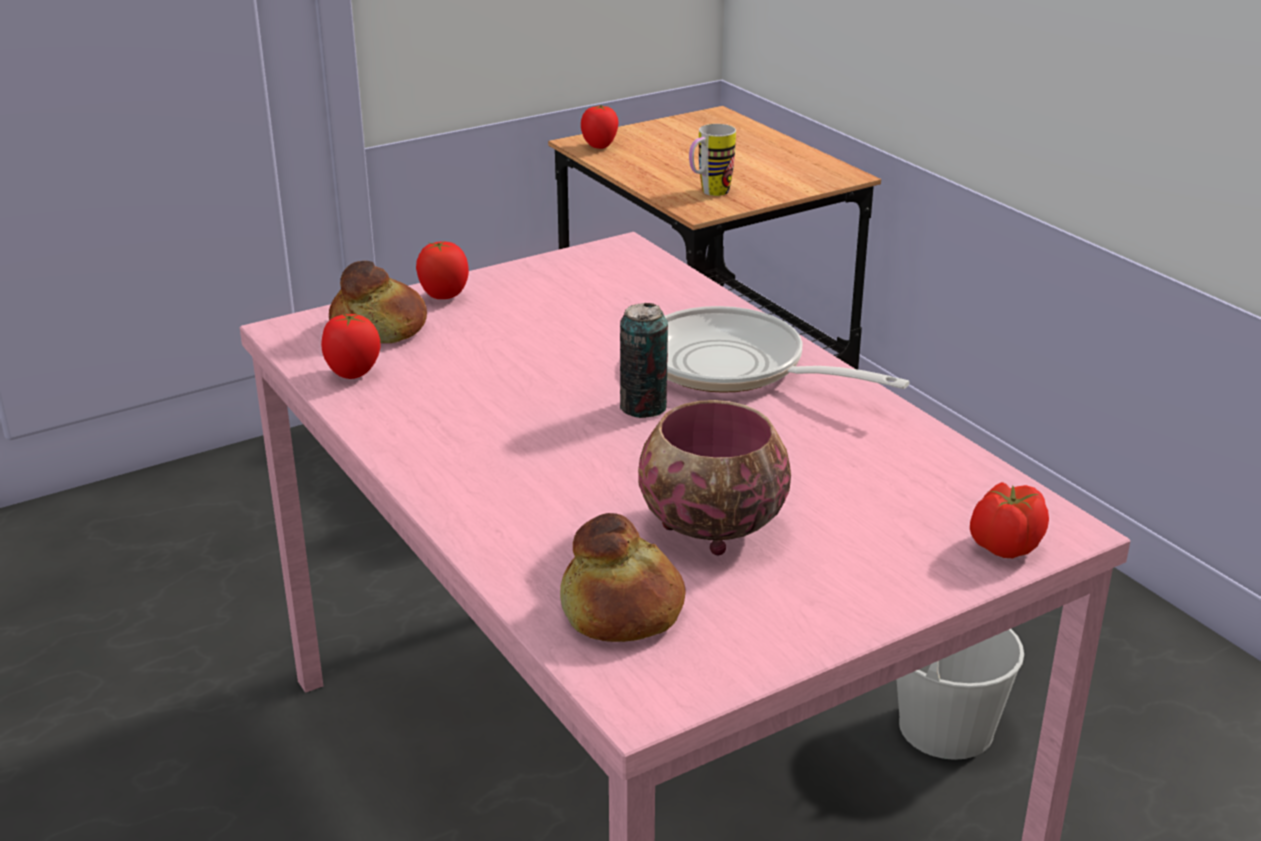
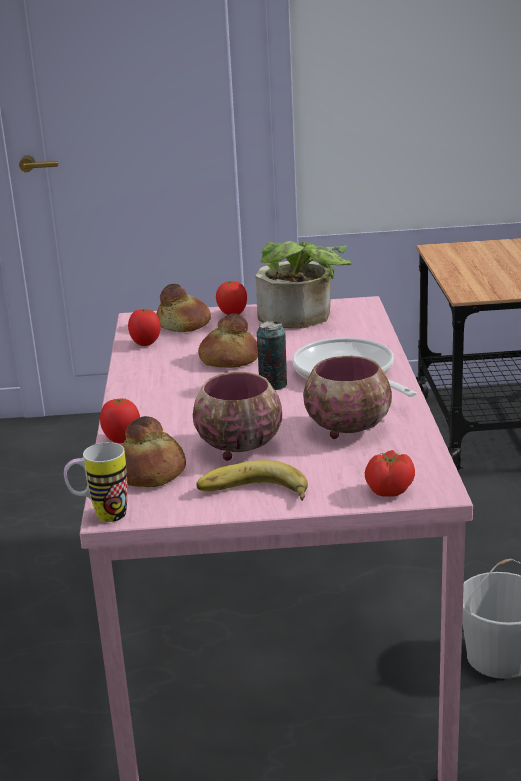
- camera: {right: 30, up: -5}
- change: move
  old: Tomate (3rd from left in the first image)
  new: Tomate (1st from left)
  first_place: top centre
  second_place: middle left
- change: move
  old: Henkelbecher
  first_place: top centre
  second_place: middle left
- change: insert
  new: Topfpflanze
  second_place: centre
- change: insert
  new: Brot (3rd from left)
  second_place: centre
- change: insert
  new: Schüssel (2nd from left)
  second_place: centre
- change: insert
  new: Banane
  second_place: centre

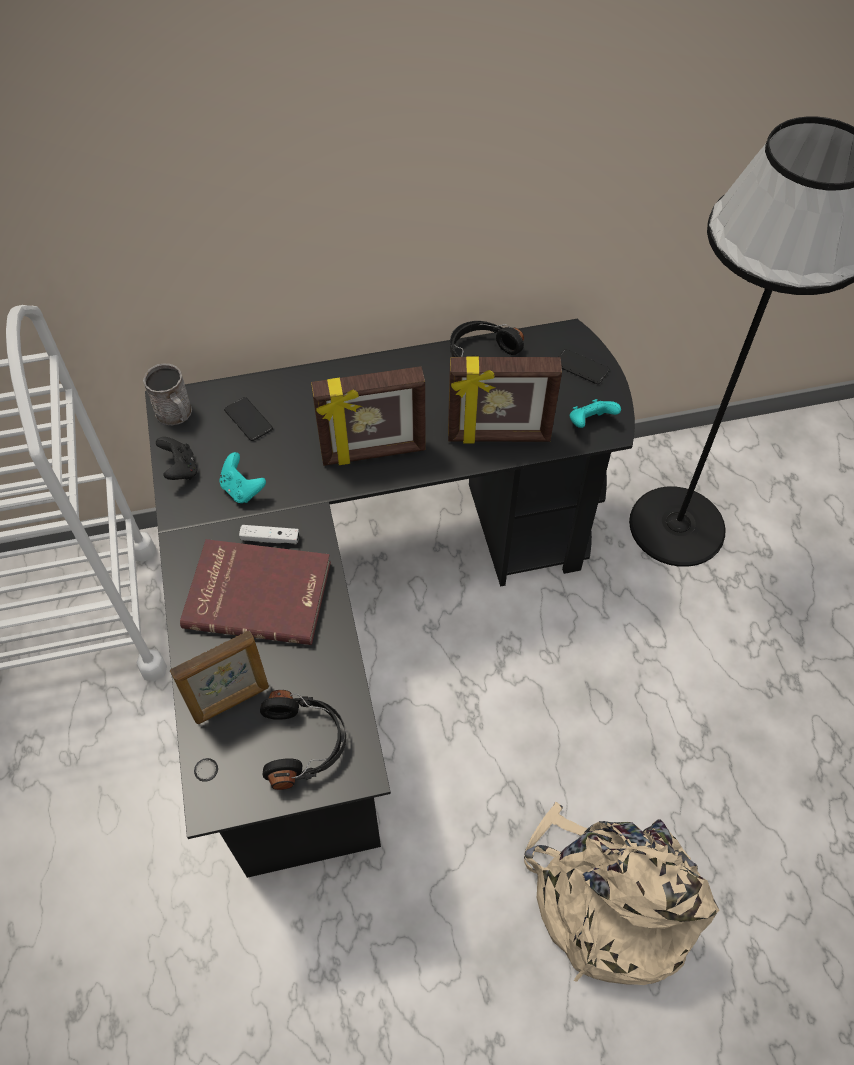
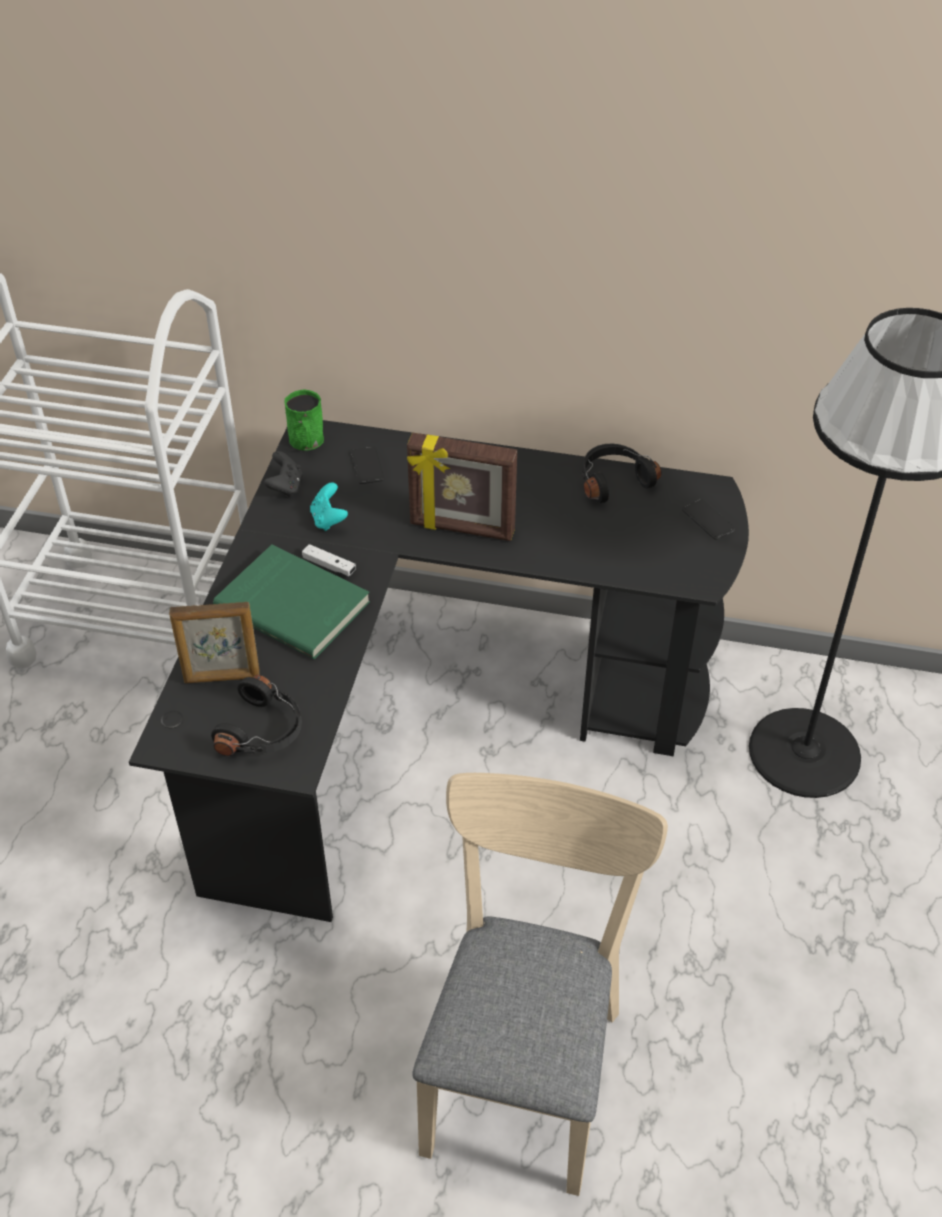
- camera: {right: 25, up: -10}
- change: delete
  old: Bilderrahmen (3rd from left)
  first_place: centre
- change: recolor
  old: Henkelbecher/grau
  new: Henkelbecher/grün
  first_place: middle left
  second_place: middle left
- change: delete
  old: Gamepad/türkis (2nd from left)
  first_place: middle right
- change: recolor
  old: Buch/rot
  new: Buch/grün
  first_place: middle left
  second_place: middle left
- change: replace
  old: Rucksack/beige
  new: Stuhl/beige
  first_place: bottom right
  second_place: bottom centre

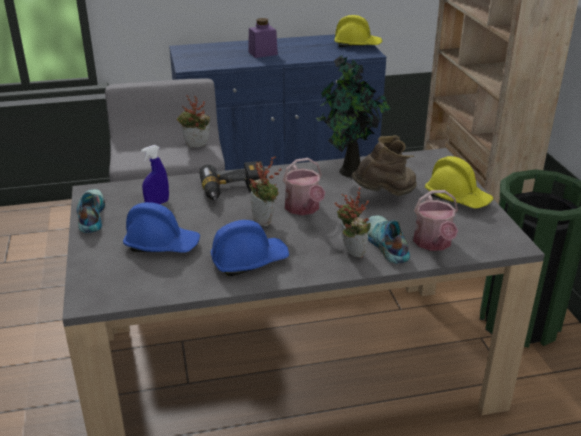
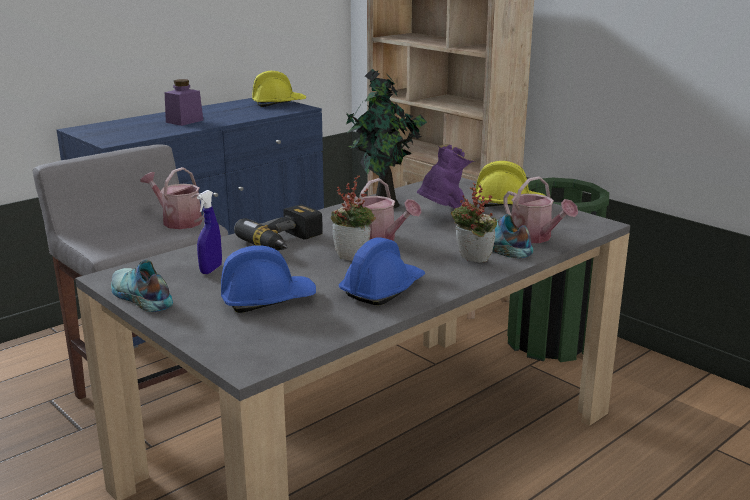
- camera: {right: -30, up: -10}
- change: replace
  old: Topfpflanze (1st from left)
  new: Gießkanne (1st from left)
  first_place: top left
  second_place: middle left
- change: recolor
  old: Stiefel/braun
  new: Stiefel/lila
  first_place: centre
  second_place: centre

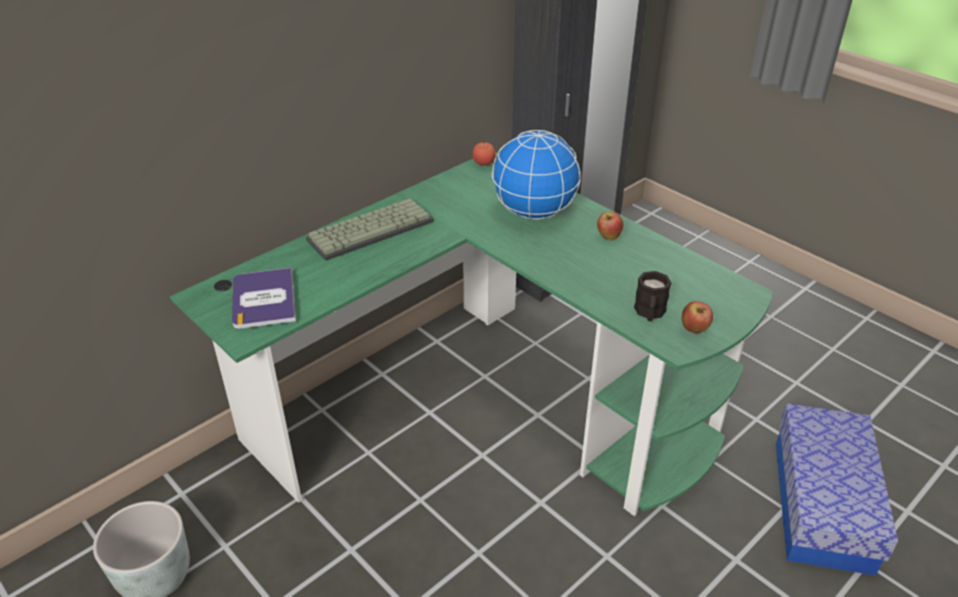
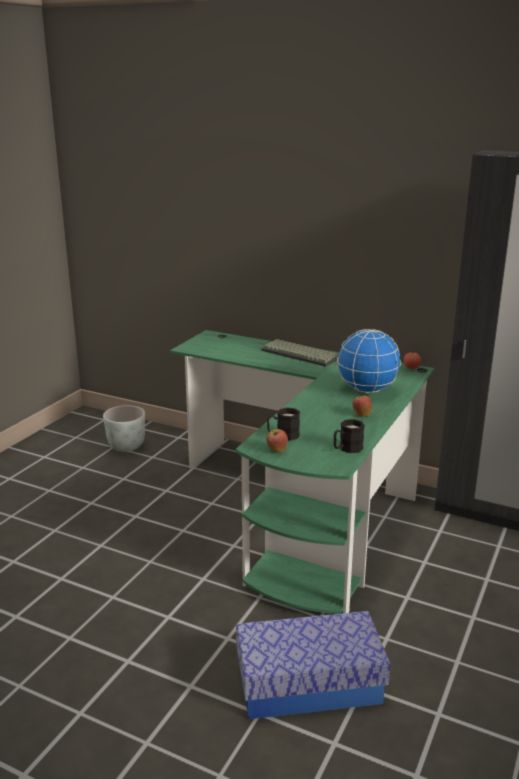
- camera: {right: 70, up: -15}
- change: delete
  old: Buch
  first_place: middle left
- change: insert
  new: Henkelbecher/schwarz (2nd from left)
  second_place: middle right

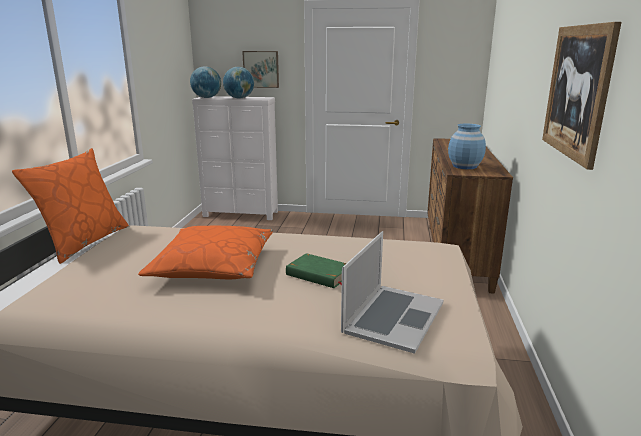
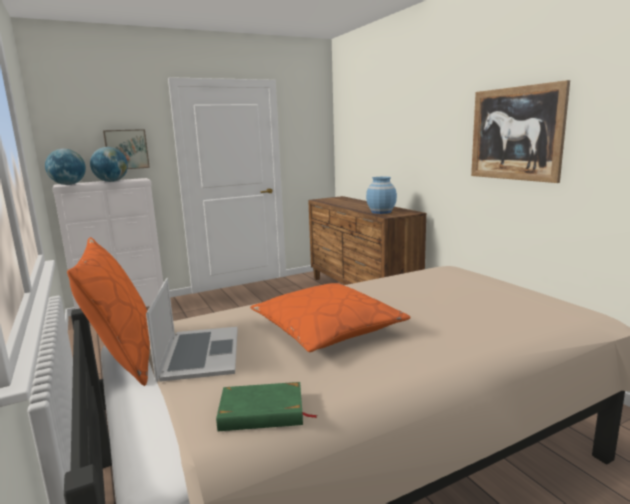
- camera: {right: -35, up: -5}
- change: move
  old: Laptop
  first_place: bottom centre
  second_place: middle left
- change: move
  old: Buch/grün
  first_place: centre
  second_place: bottom centre

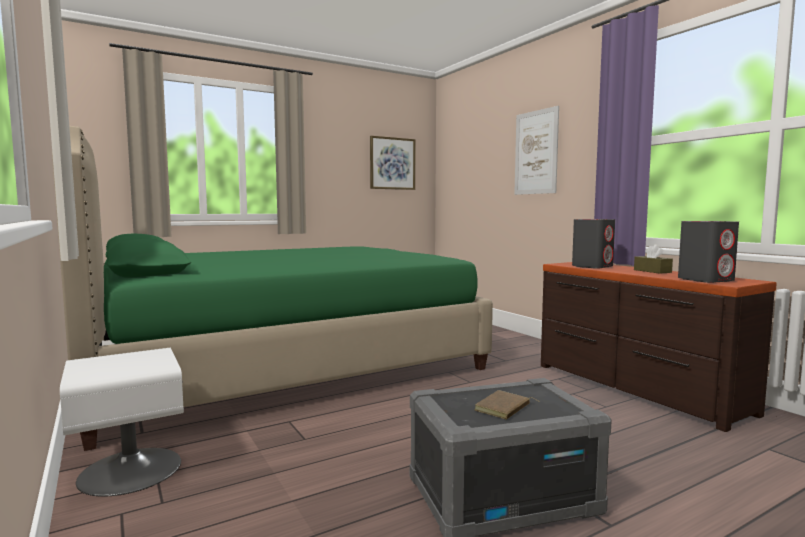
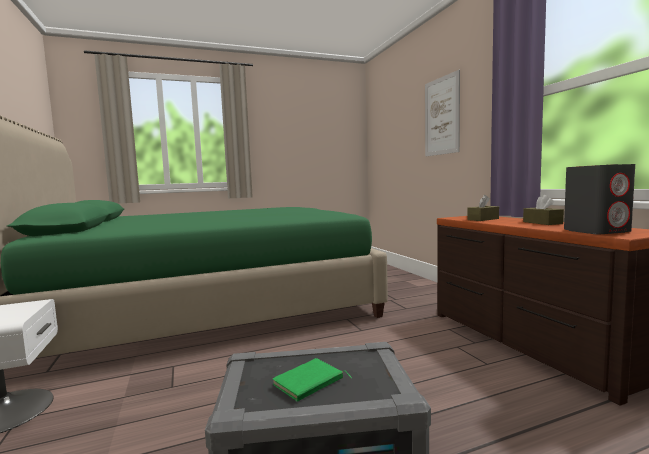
- camera: {right: 10, up: 0}
- change: delete
  old: Bild (1st from left)
  first_place: top centre
- change: replace
  old: Lautsprecher/grau (1st from left)
  new: Taschentuchbox/braun (1st from left)
  first_place: middle right
  second_place: middle right
- change: recolor
  old: Buch/braun
  new: Buch/grün
  first_place: bottom centre
  second_place: bottom centre

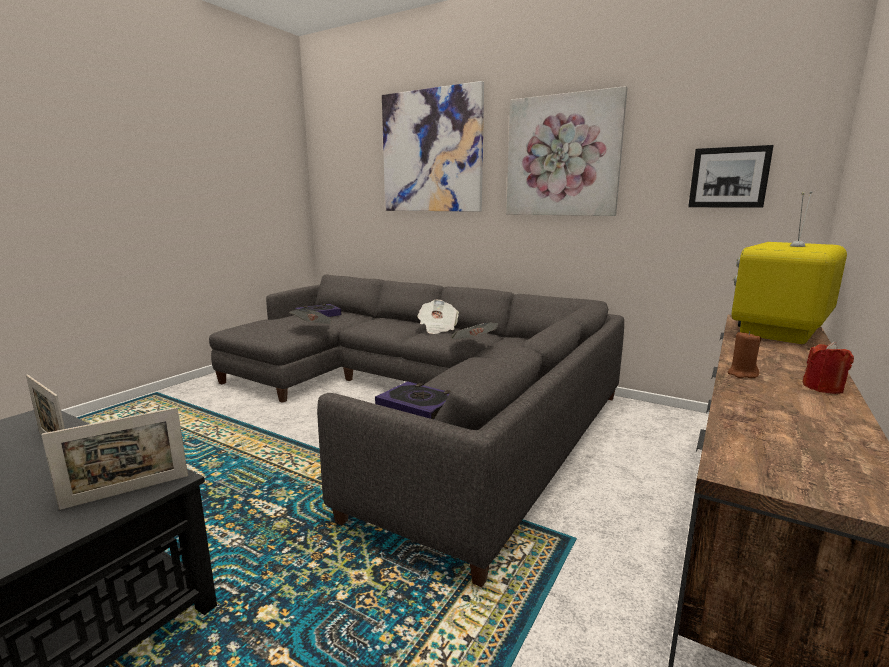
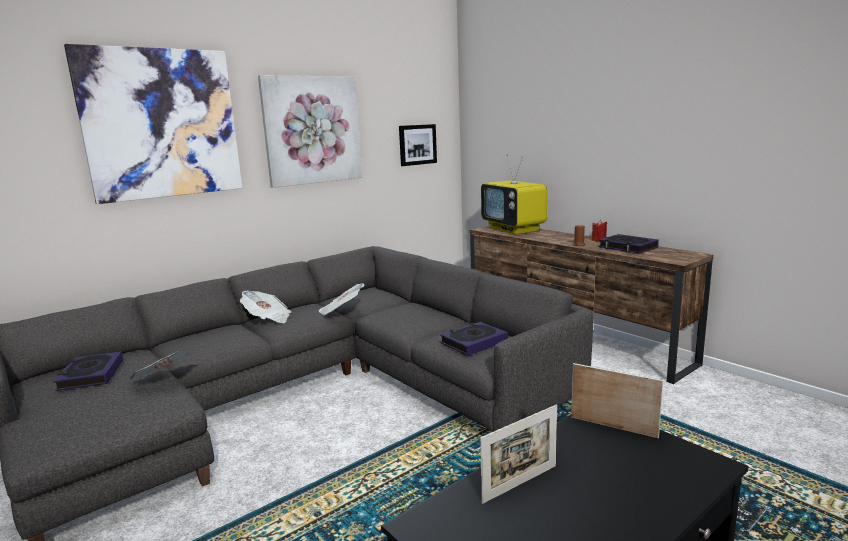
- camera: {right: -70, up: 0}
- change: rotate
  old: Bilderrahmen (2nd from left)
  first_place: bottom left
  second_place: bottom right
  degrees: -45
- change: insert
  new: Buch (3rd from left)
  second_place: middle right

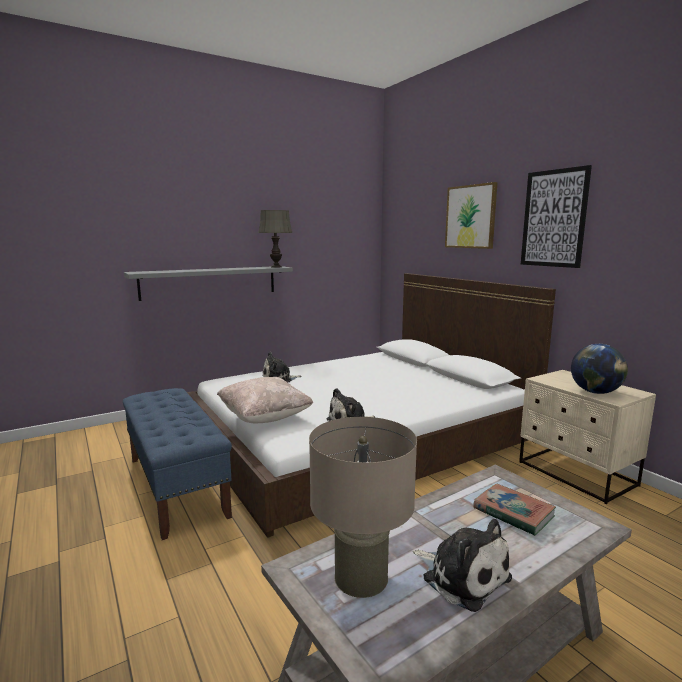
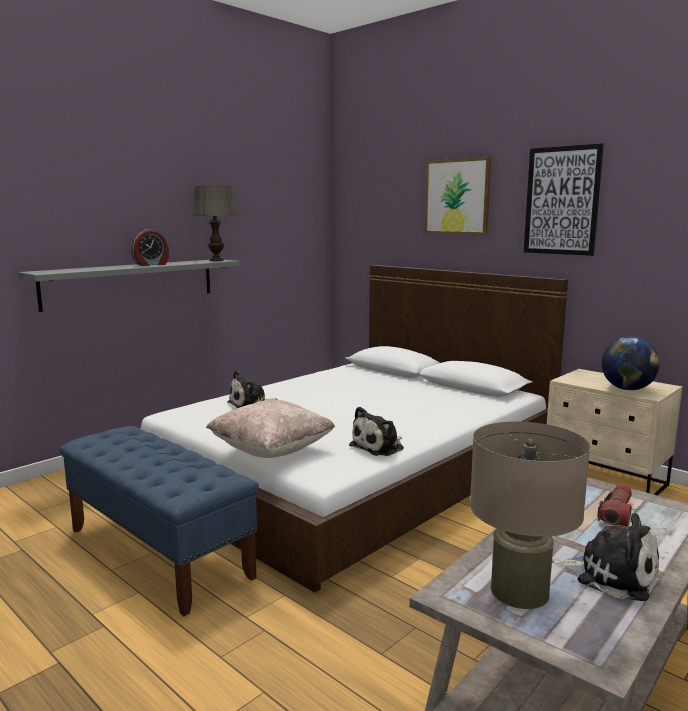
- camera: {right: -15, up: 0}
- change: replace
  old: Buch
  new: Taschenlampe
  first_place: bottom right
  second_place: bottom right
- change: insert
  new: Wecker
  second_place: middle left

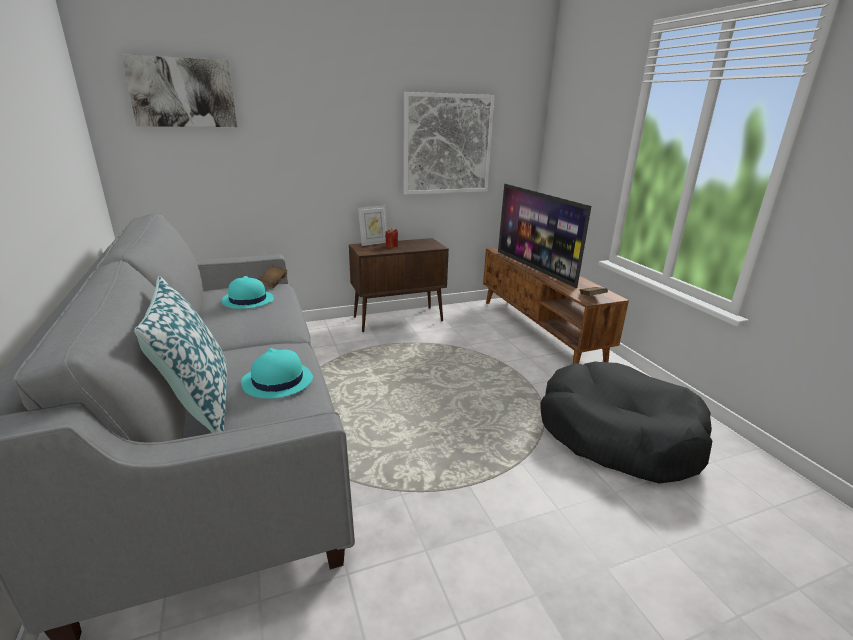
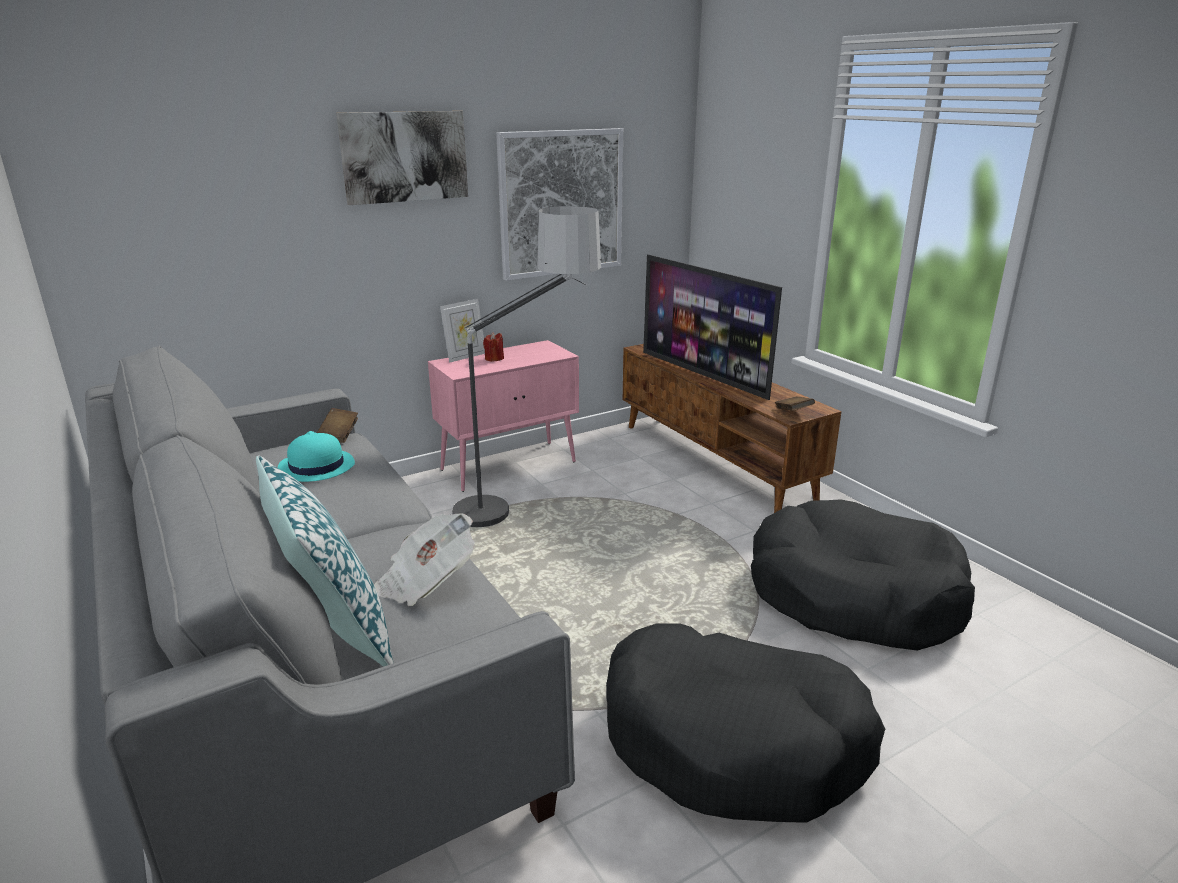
- camera: {right: -10, up: 0}
- change: move
  old: Bild (1st from left)
  first_place: top left
  second_place: top centre
- change: recolor
  old: Schrank/braun
  new: Schrank/rosa
  first_place: centre
  second_place: centre
- change: replace
  old: Hut/türkis (2nd from left)
  new: Zeitung
  first_place: middle left
  second_place: centre
- change: insert
  new: Stehlampe
  second_place: centre
- change: insert
  new: Hundebett/schwarz (1st from left)
  second_place: bottom centre

